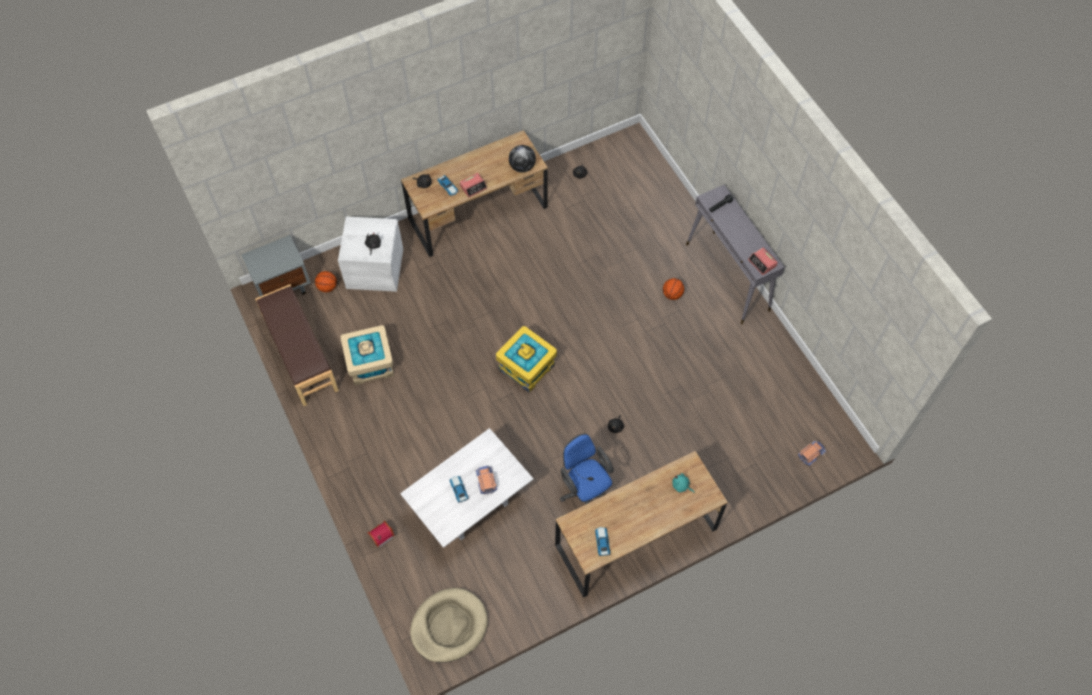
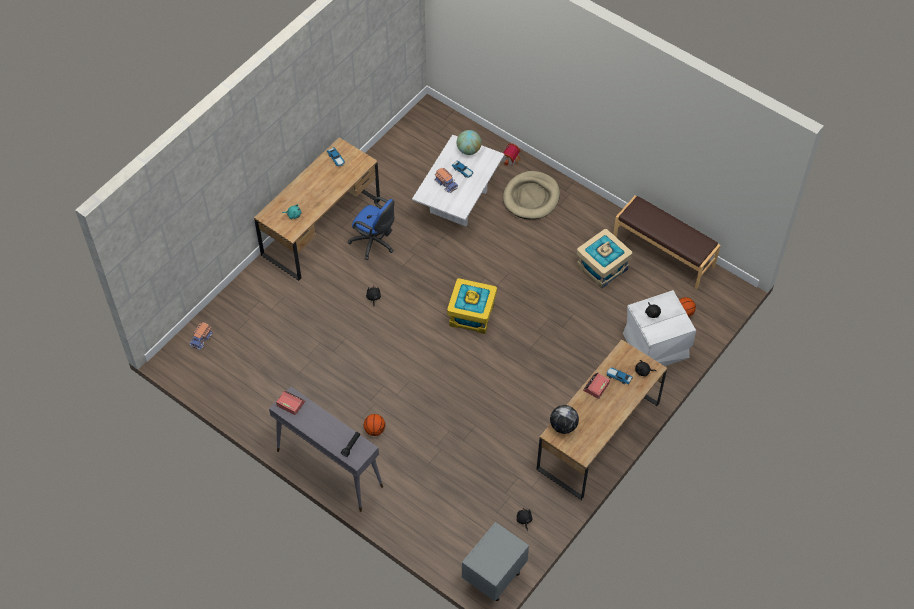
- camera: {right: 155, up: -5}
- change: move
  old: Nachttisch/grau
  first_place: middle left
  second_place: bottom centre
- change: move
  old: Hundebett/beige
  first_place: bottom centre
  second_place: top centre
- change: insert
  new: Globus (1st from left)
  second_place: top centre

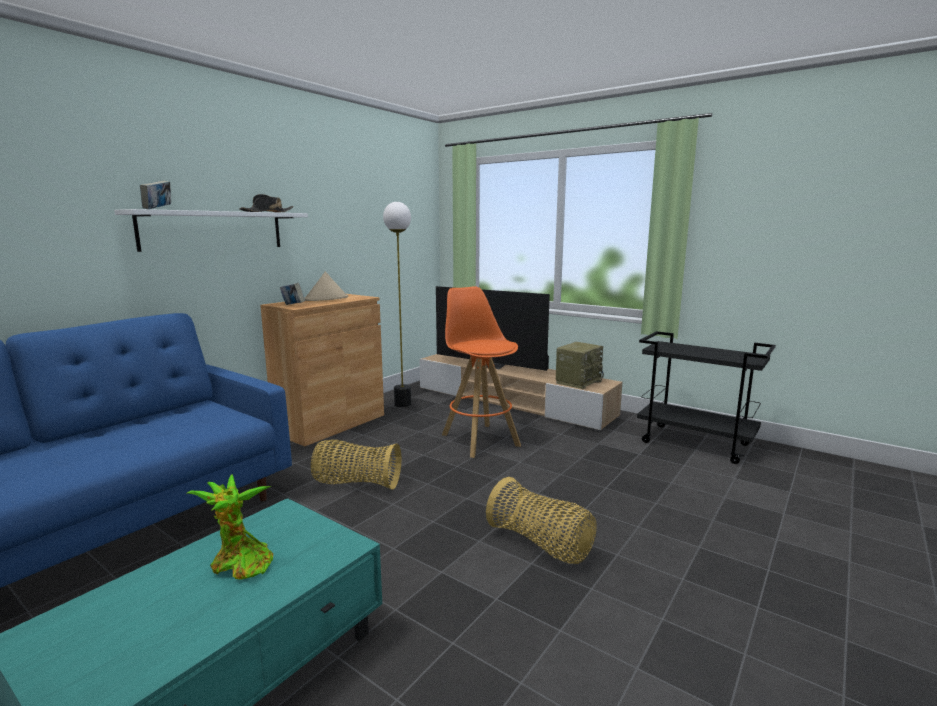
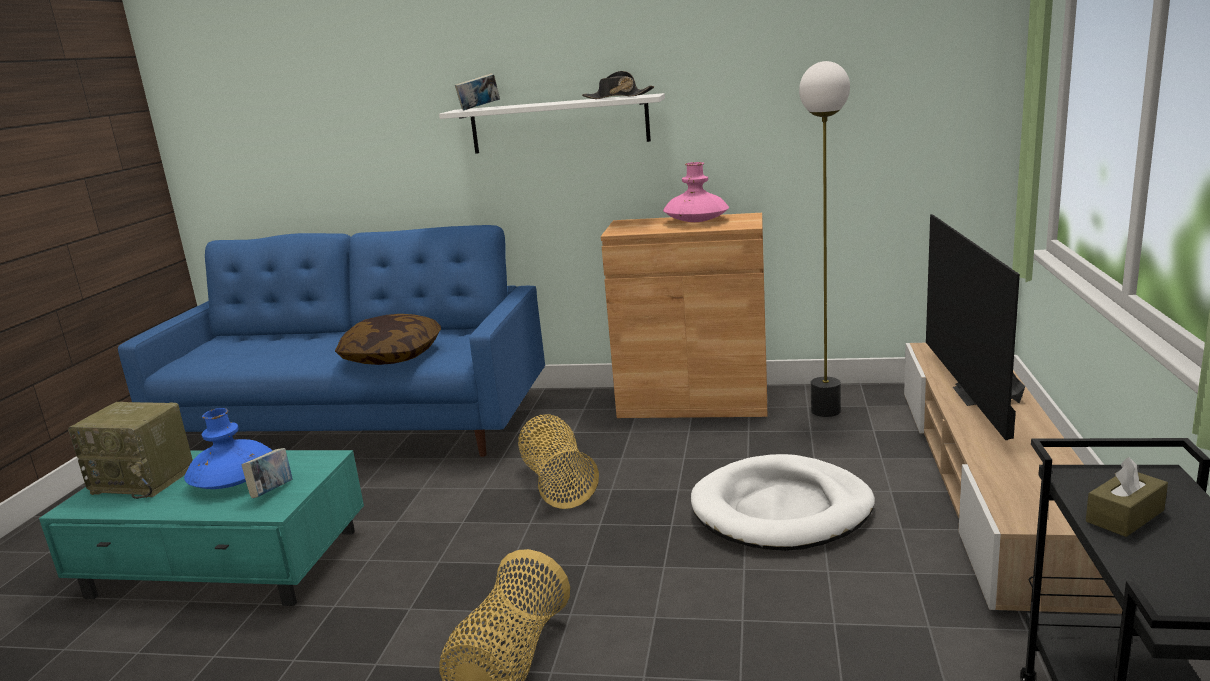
- camera: {right: 65, up: 5}
- change: replace
  old: Hut/beige
  new: Vase/rosa
  first_place: centre
  second_place: top centre
- change: move
  old: Buch (2nd from left in the first image)
  new: Buch (1st from left)
  first_place: middle left
  second_place: bottom left
- change: replace
  old: Hocker/orange
  new: Hundebett/weiß
  first_place: centre
  second_place: bottom centre
- change: move
  old: Radio
  first_place: centre
  second_place: middle left
- change: replace
  old: Topfpflanze
  new: Vase/blau
  first_place: bottom left
  second_place: middle left
- change: insert
  new: Kissen
  second_place: middle left
- change: insert
  new: Taschentuchbox/braun
  second_place: bottom right

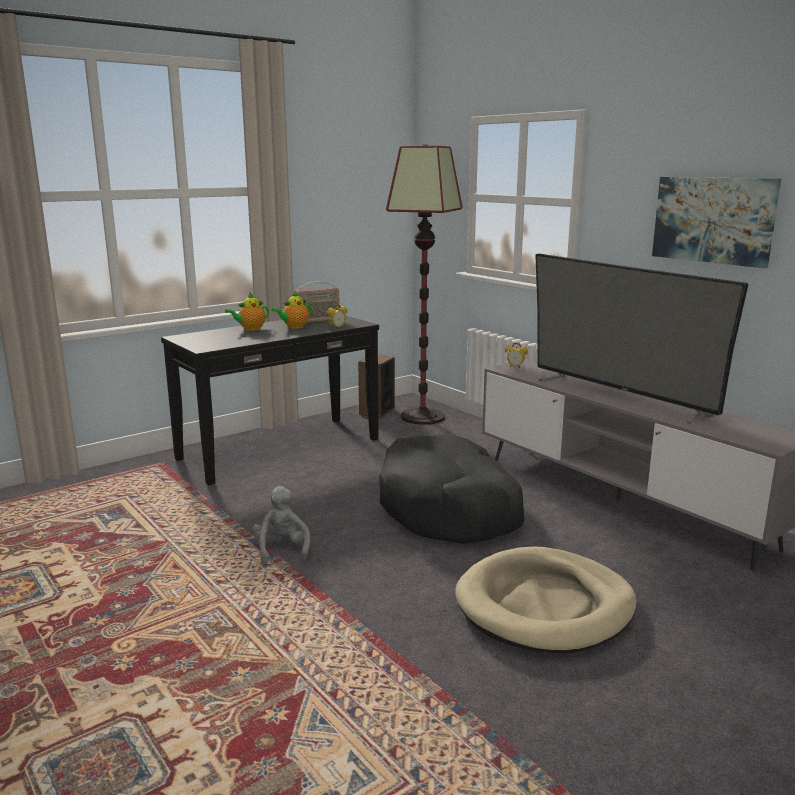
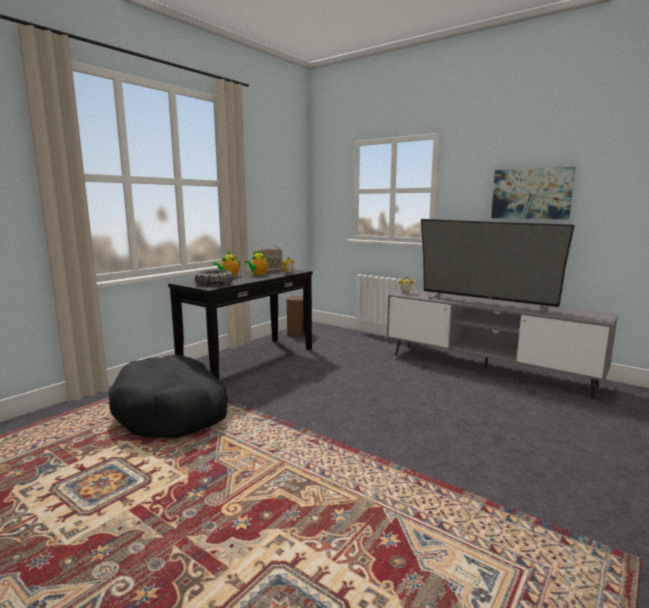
- camera: {right: -15, up: -5}
- change: delete
  old: Stehlampe
  first_place: centre
- change: move
  old: Hundebett/schwarz
  first_place: centre
  second_place: middle left
- change: delete
  old: Plüschtier/grau
  first_place: centre
- change: delete
  old: Hundebett/beige
  first_place: bottom right
- change: insert
  new: Schüssel
  second_place: middle left

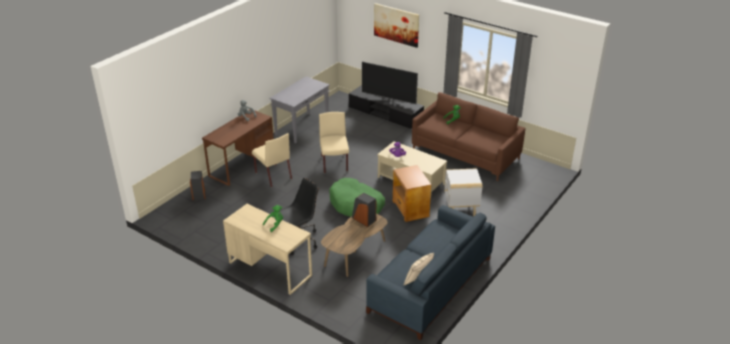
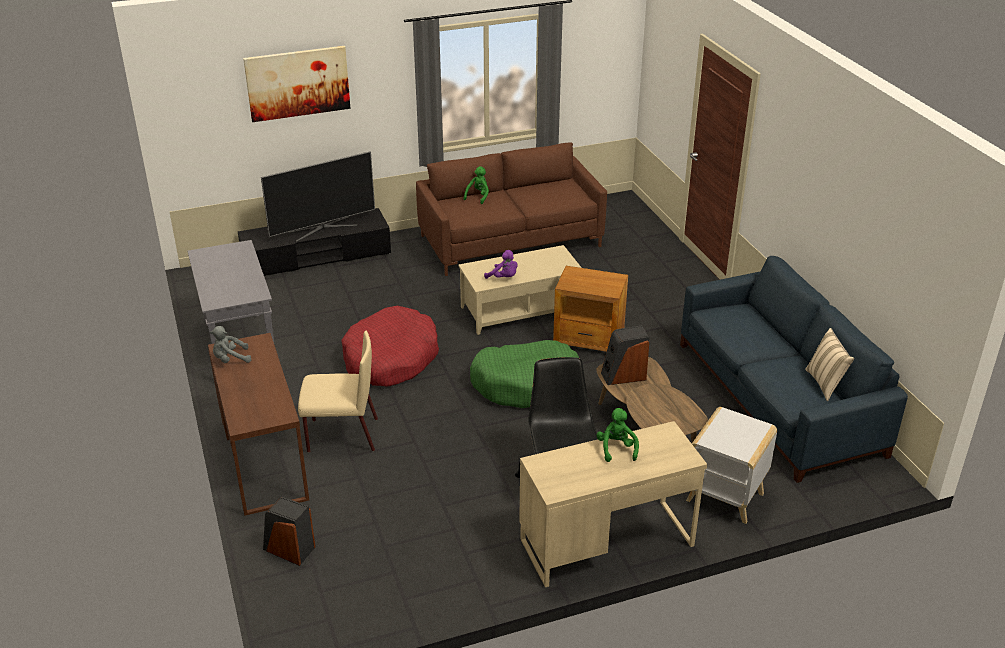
- camera: {right: -55, up: 0}
- change: replace
  old: Stuhl/beige (2nd from left)
  new: Hundebett/rot
  first_place: centre
  second_place: centre
- change: move
  old: Beistelltisch/weiß
  first_place: centre
  second_place: bottom right

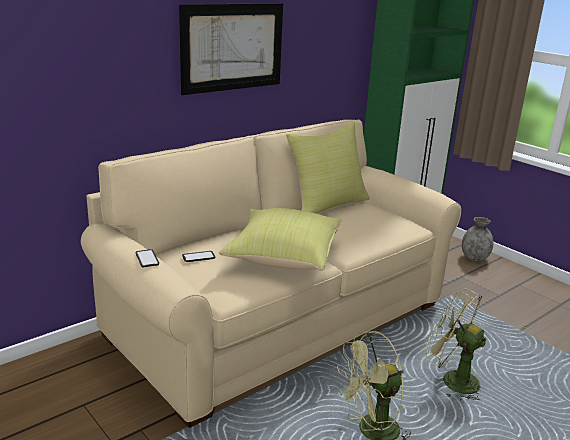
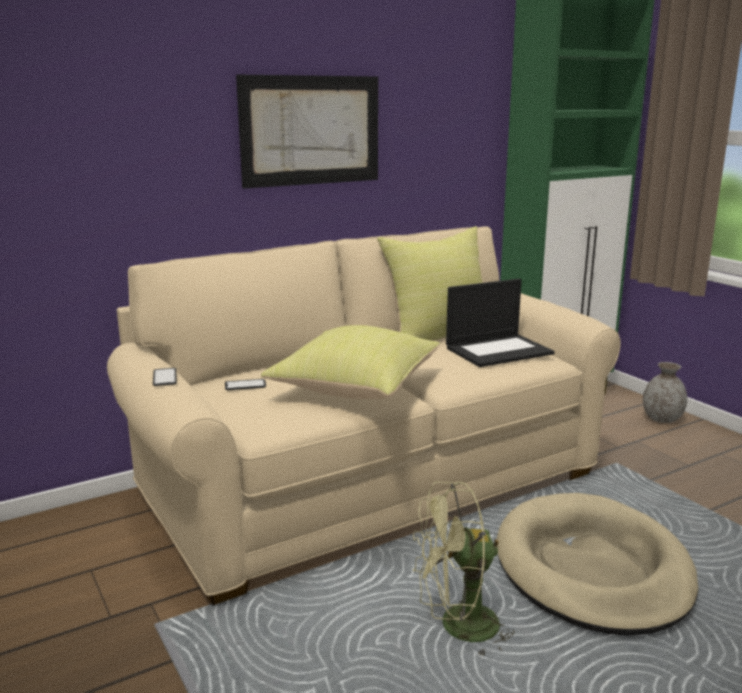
- camera: {right: 10, up: -5}
- change: replace
  old: Ventilator/grün (2nd from left)
  new: Hundebett/beige
  first_place: bottom right
  second_place: bottom right
- change: insert
  new: Laptop
  second_place: middle right

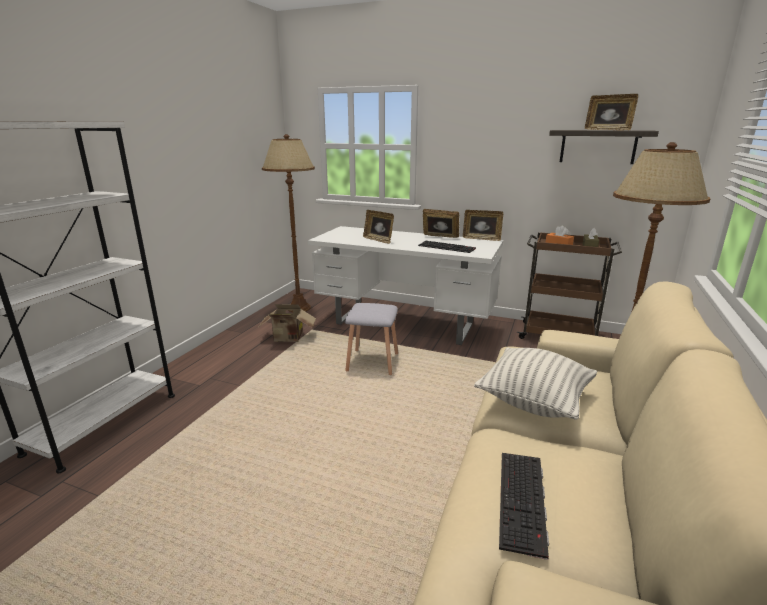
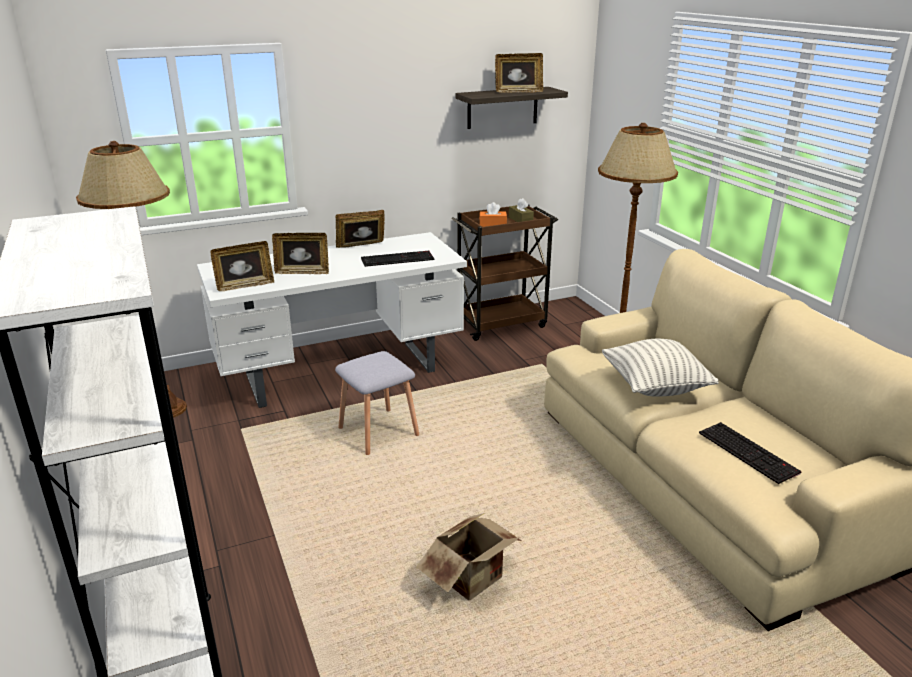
- camera: {right: -45, up: 5}
- change: move
  old: Bilderrahmen (3rd from left in the first image)
  new: Bilderrahmen (1st from left)
  first_place: centre
  second_place: middle left
- change: move
  old: Karton
  first_place: centre
  second_place: bottom centre

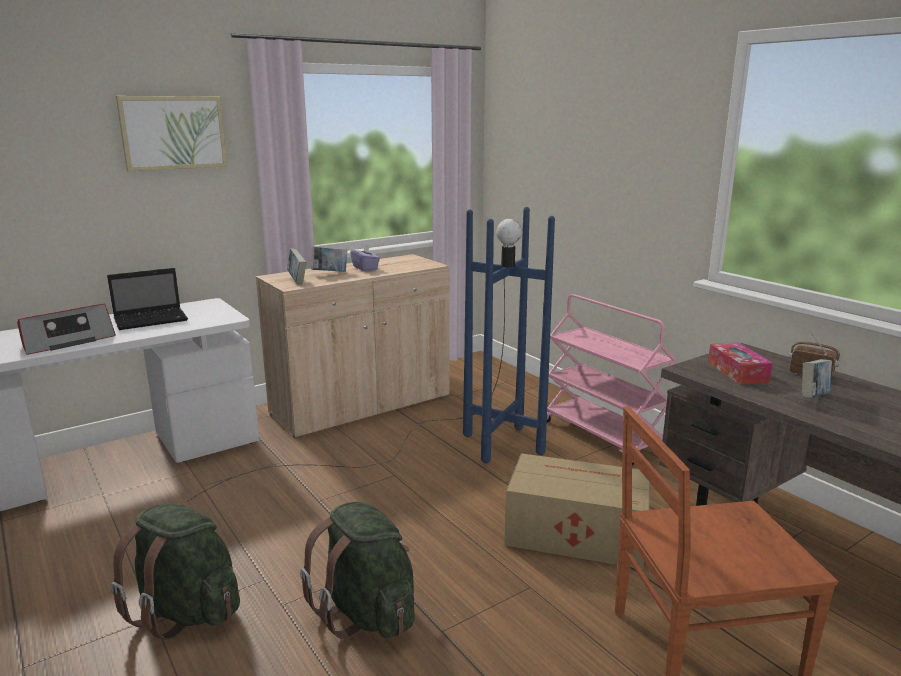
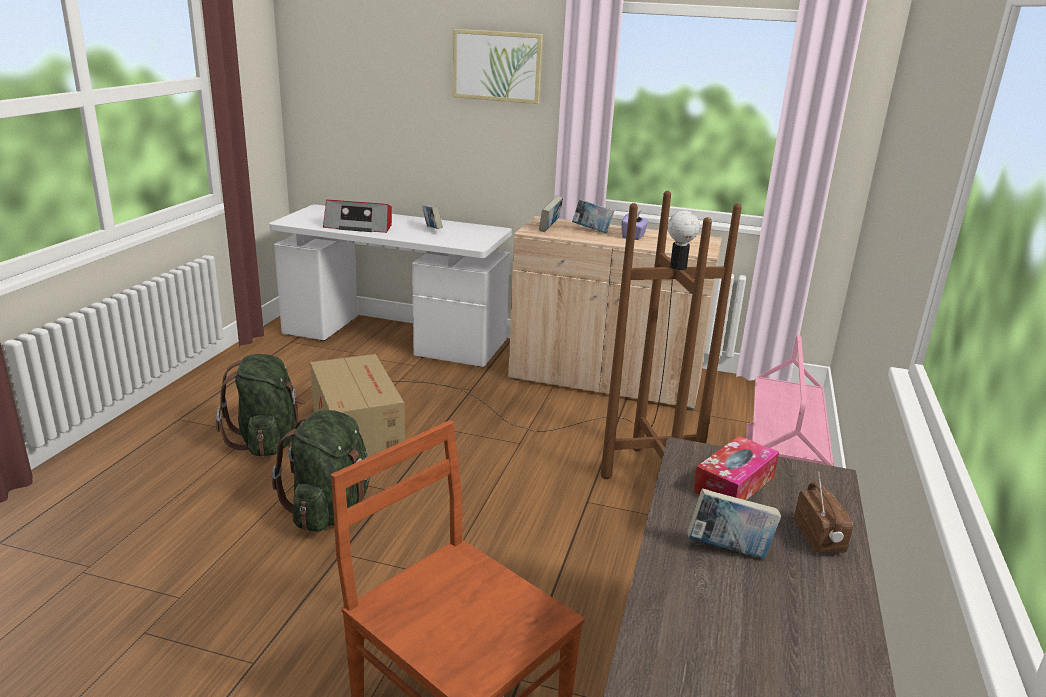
- camera: {right: 50, up: 5}
- change: recolor
  old: Stehlampe/blau
  new: Stehlampe/braun
  first_place: centre
  second_place: centre
- change: replace
  old: Laptop
  new: Buch (1st from left)
  first_place: middle left
  second_place: top centre
- change: move
  old: Karton
  first_place: bottom centre
  second_place: centre

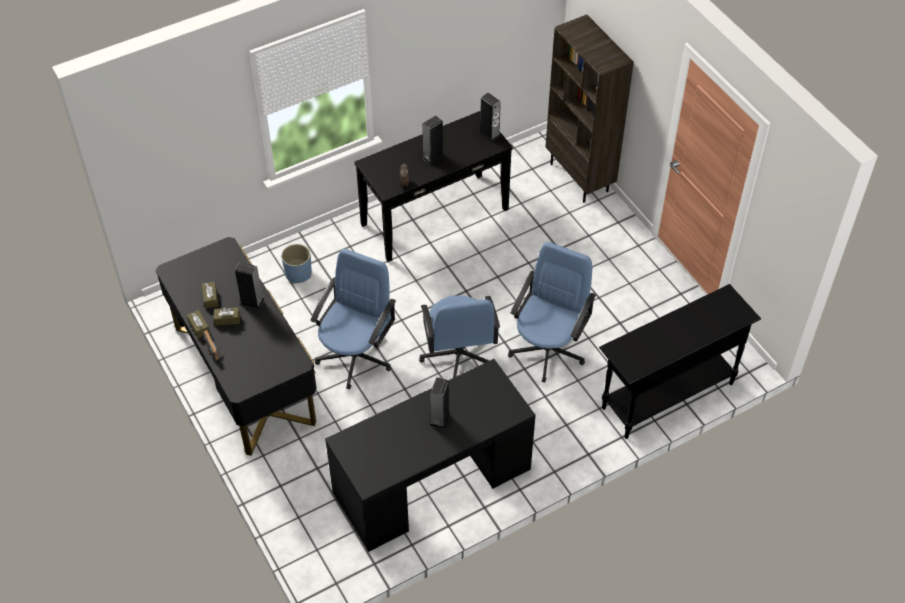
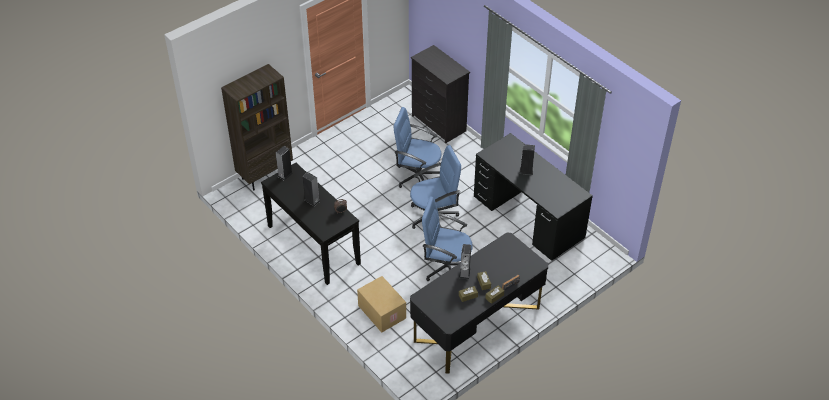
- camera: {right: -100, up: -5}
- change: replace
  old: Pflanzkübel/blau
  new: Karton
  first_place: middle left
  second_place: bottom centre
- change: replace
  old: Konsolentisch/schwarz (2nd from left)
  new: Kommode/schwarz
  first_place: middle right
  second_place: top centre

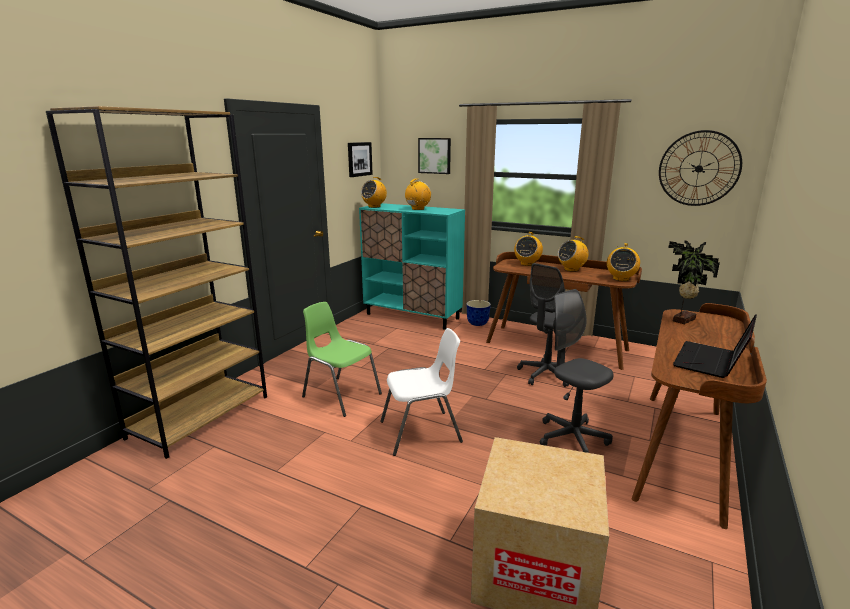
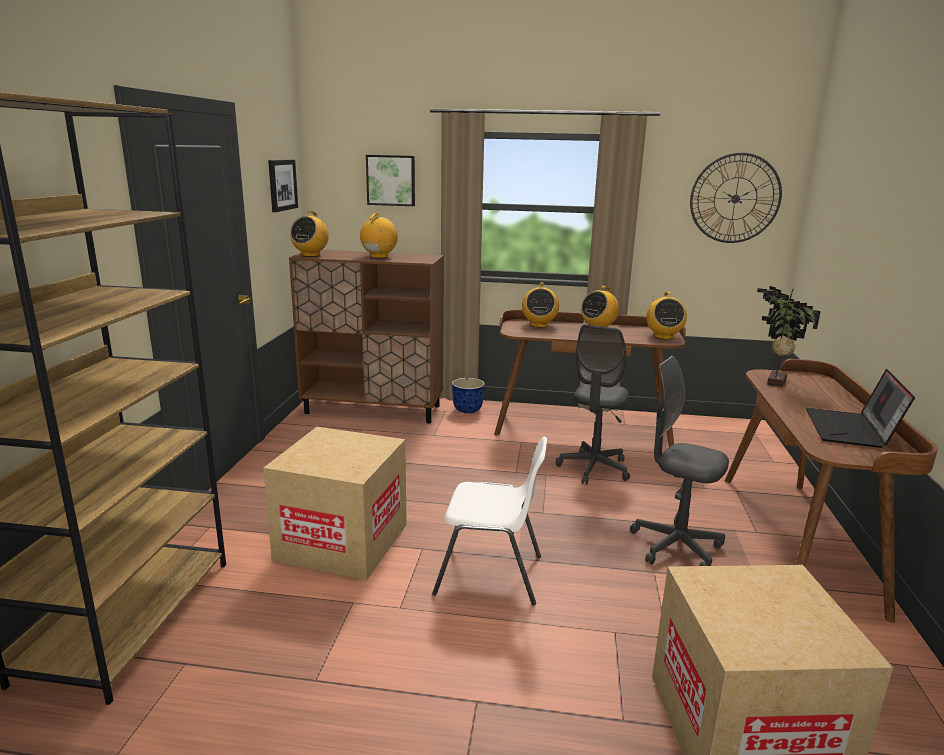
- camera: {right: -20, up: 0}
- change: recolor
  old: Schrank/türkis
  new: Schrank/braun
  first_place: centre
  second_place: centre
- change: replace
  old: Stuhl/grün
  new: Karton (1st from left)
  first_place: centre
  second_place: centre
- change: rotate
  old: Stuhl/weiß
  first_place: centre
  second_place: bottom centre
  degrees: 45

